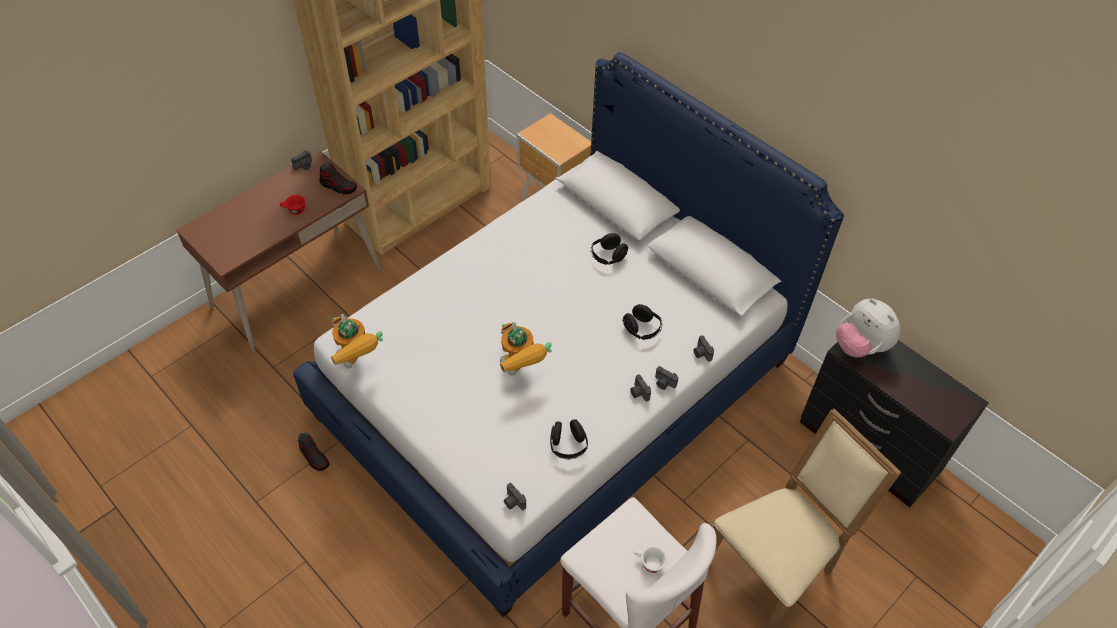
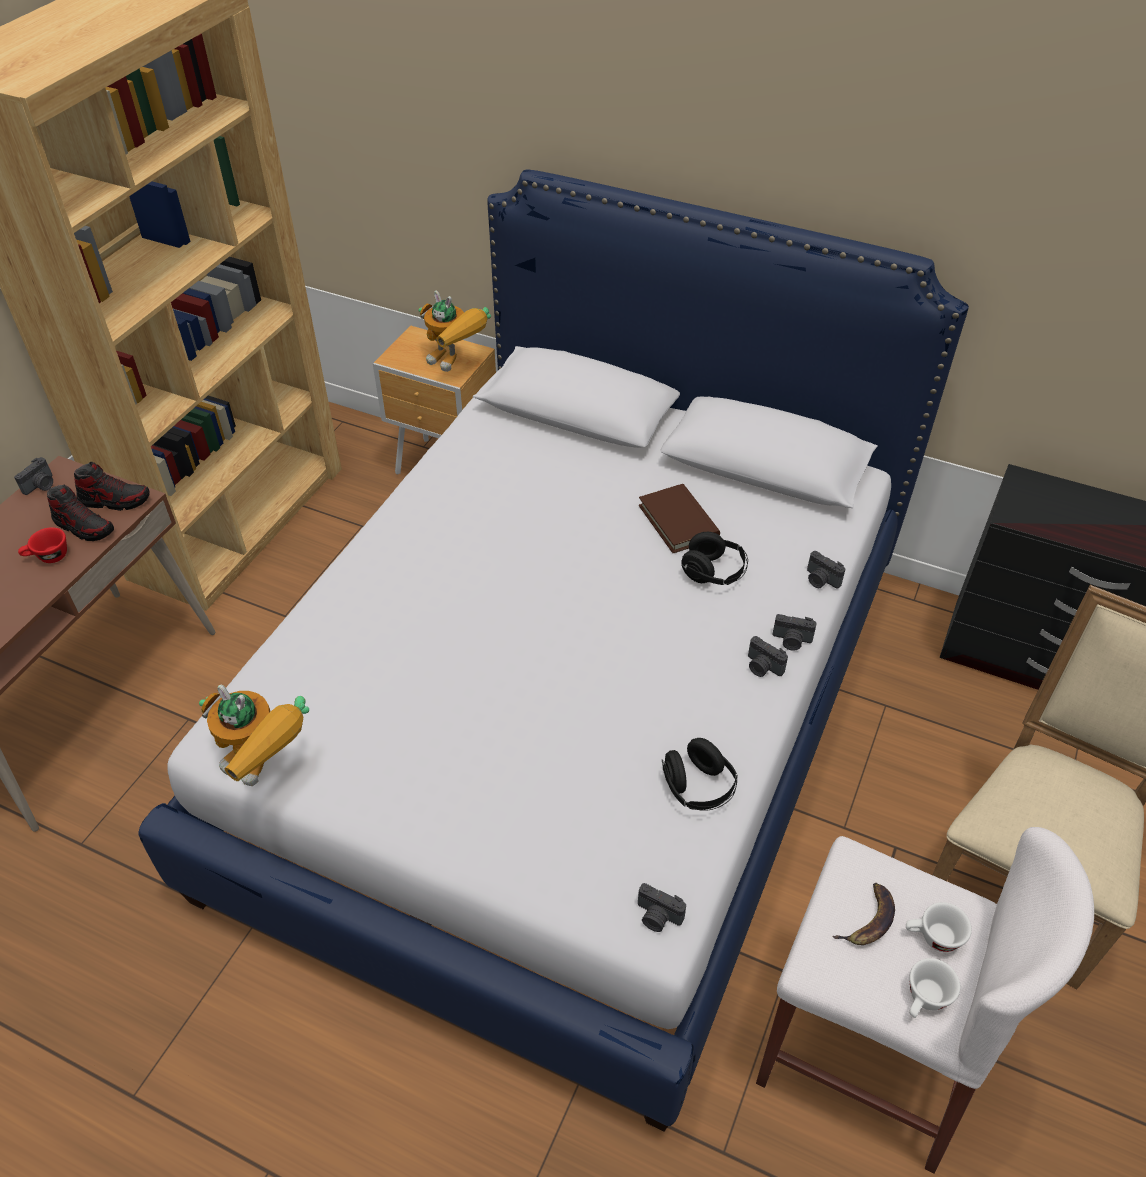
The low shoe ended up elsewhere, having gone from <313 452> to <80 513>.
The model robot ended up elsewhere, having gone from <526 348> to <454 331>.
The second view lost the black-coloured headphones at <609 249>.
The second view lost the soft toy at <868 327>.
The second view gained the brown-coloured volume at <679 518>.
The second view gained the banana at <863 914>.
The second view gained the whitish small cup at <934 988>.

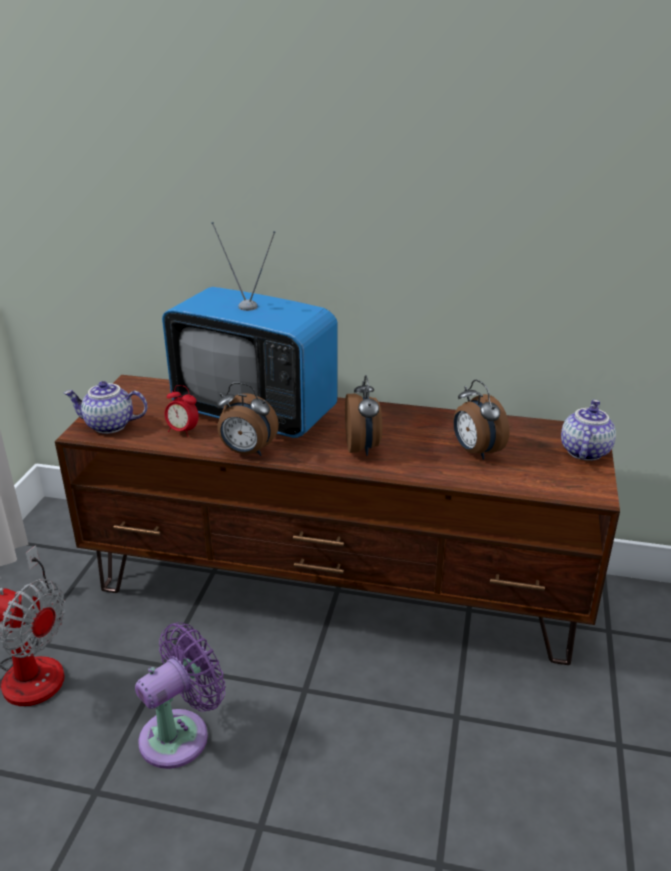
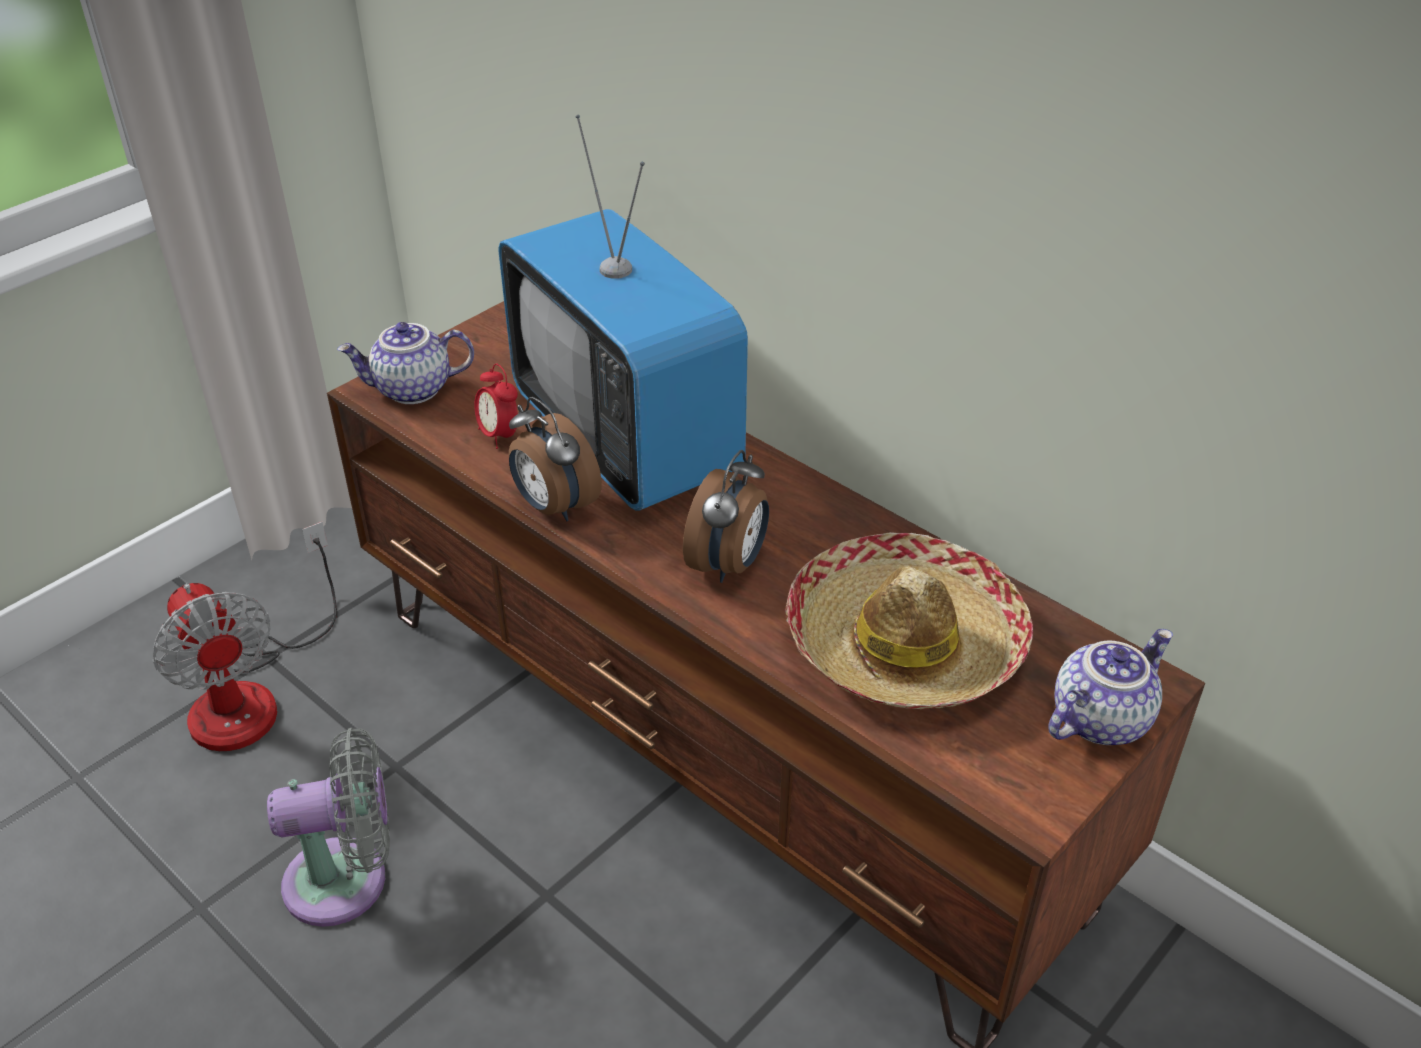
The teapot at <105 407> ended up facing another way, 45 degrees counterclockwise from before.
What was the purple cooling fan at <180 695> turned into the greyish cooling fan at <328 827>.
Where the alarm clock stood at <481 420>, the hat came to stand at <909 620>.

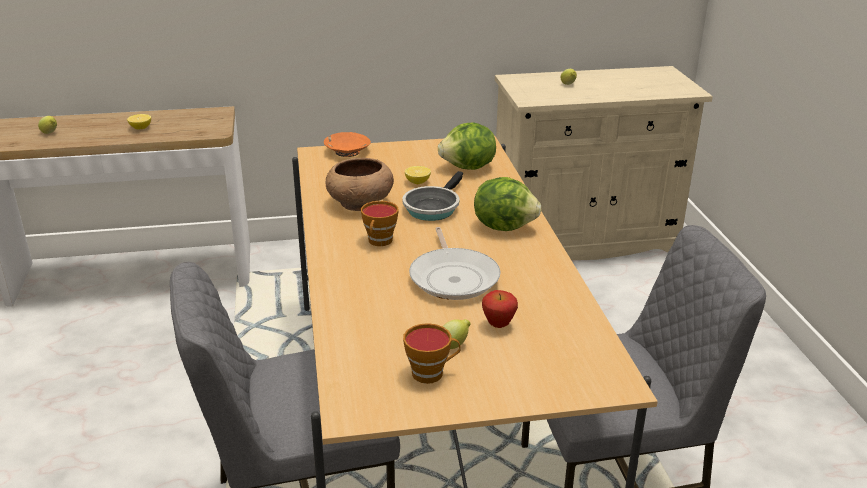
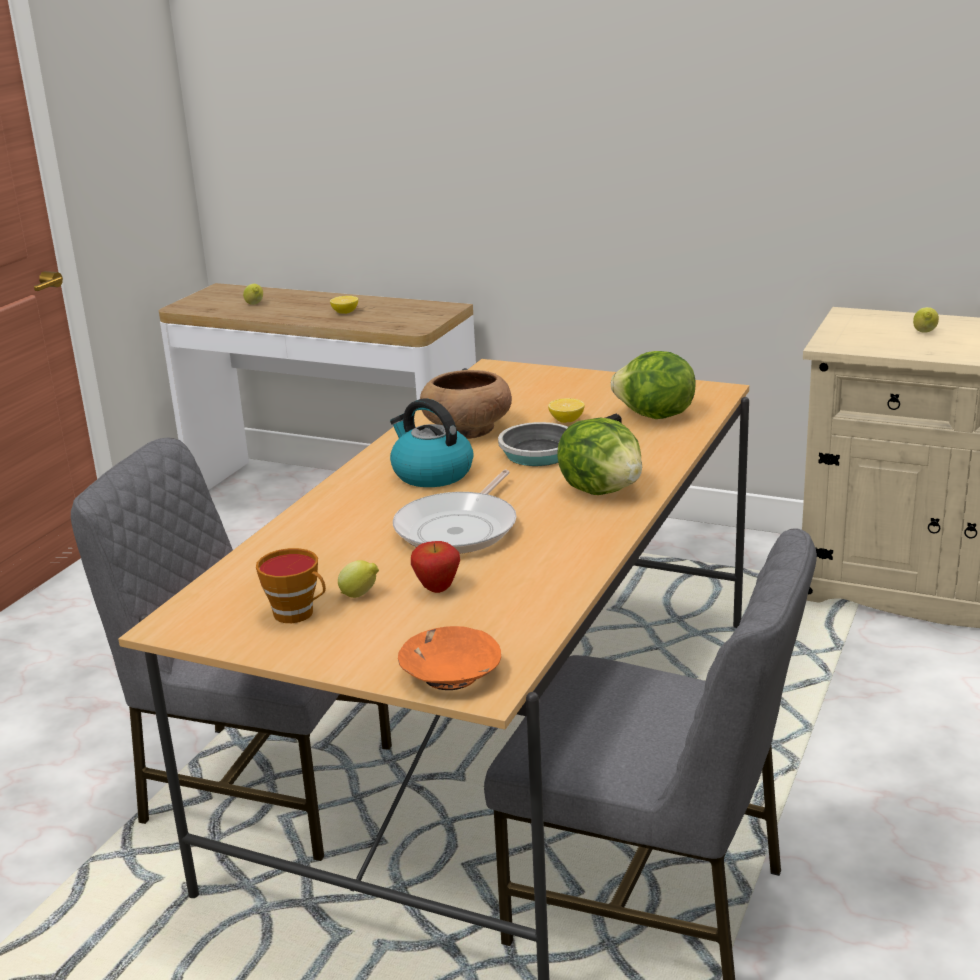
The orange-coloured deep dish ended up elsewhere, having gone from <347 144> to <449 658>.
Where the small cup stood at <380 223>, the kettle came to stand at <431 442>.

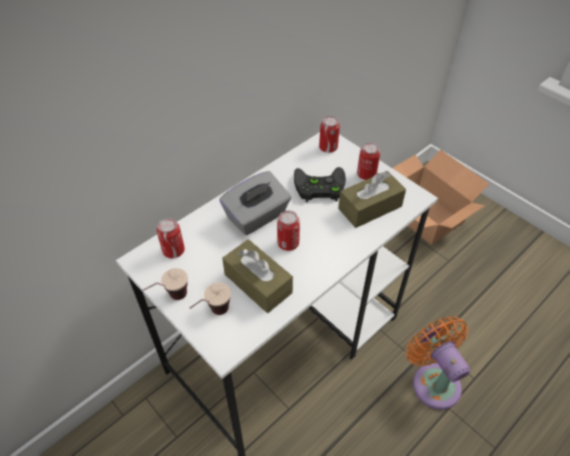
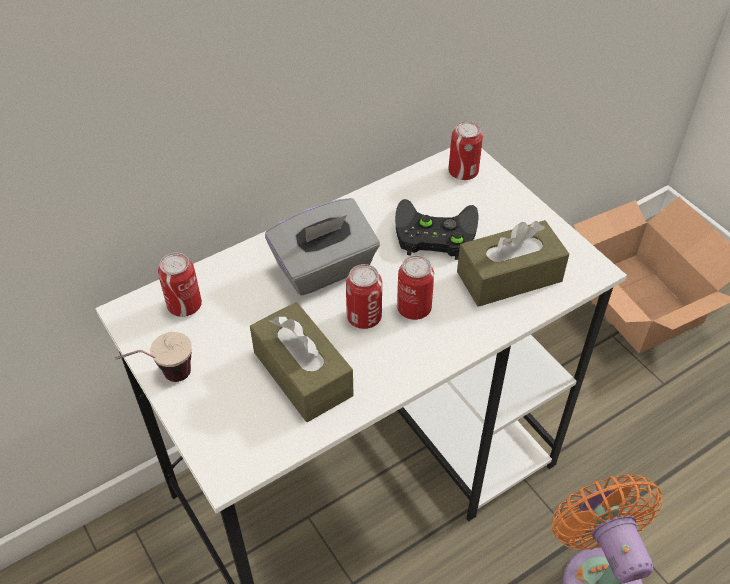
The second view lost the small cup at <210 299>.
The can ended up elsewhere, having gone from <368 161> to <415 287>.

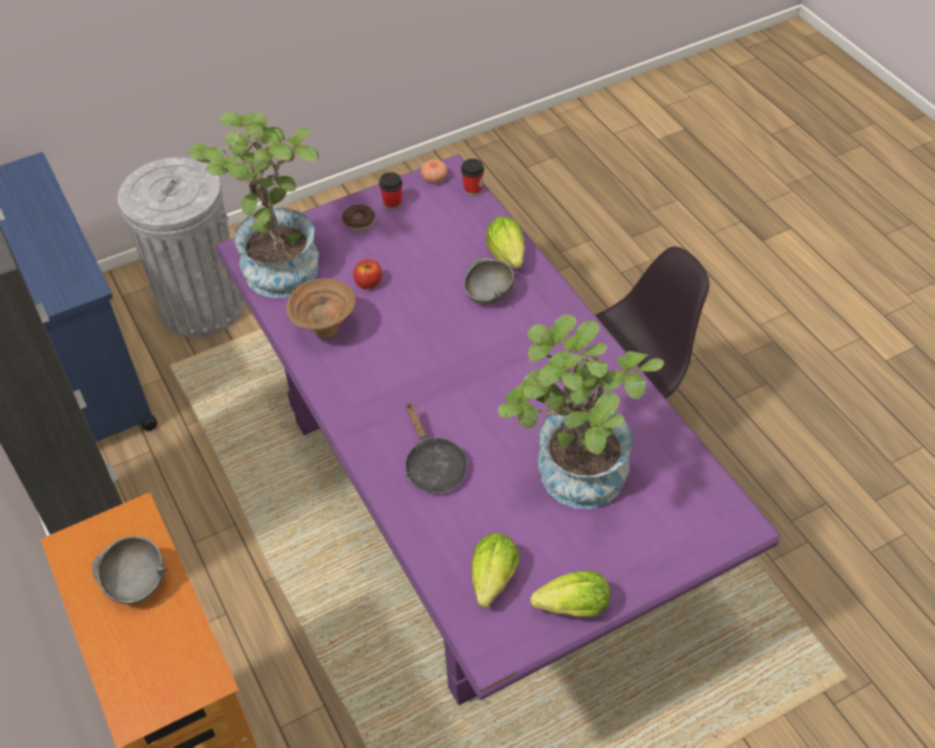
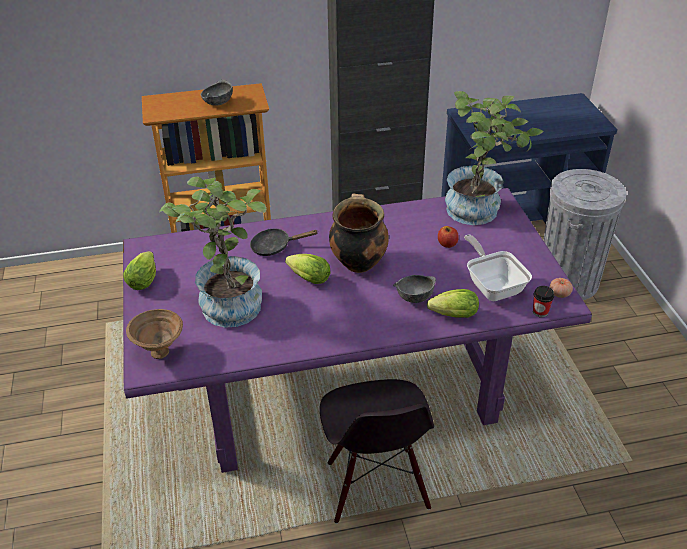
The brown-coloured deep dish ended up elsewhere, having gone from <320 308> to <154 334>.
The second view lost the doughnut at <358 218>.
The second view lost the small cup at <390 191>.
The head of lettuce ended up elsewhere, having gone from <495 570> to <308 269>.
The second view gained the saucepot at <359 233>.
The second view gained the frying pan at <498 268>.

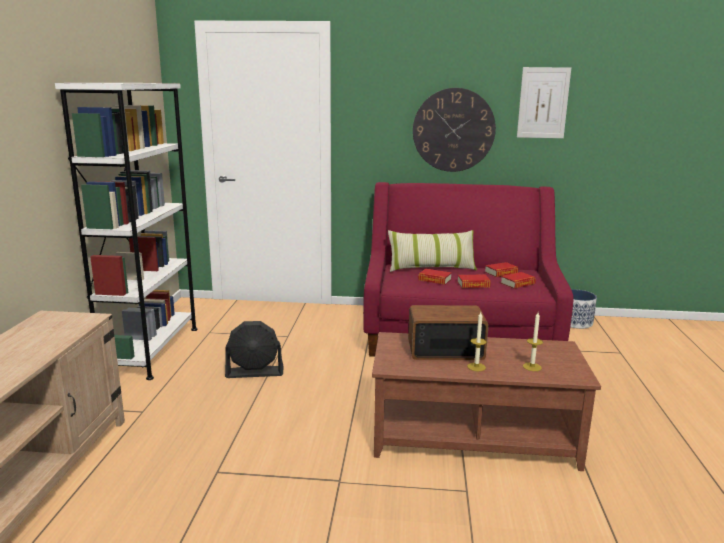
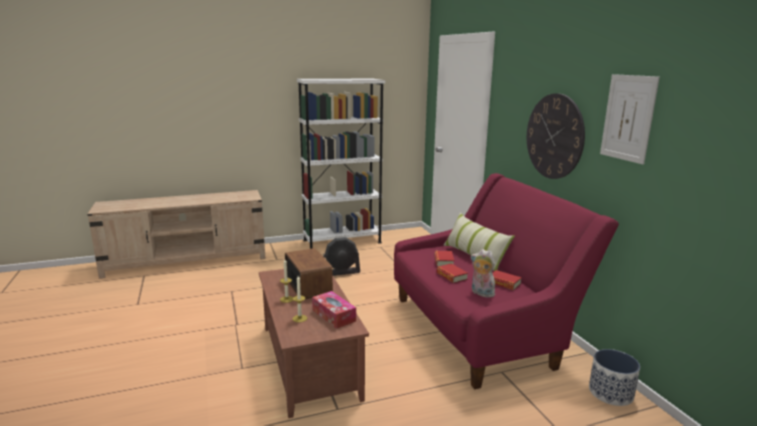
The black-coloured cooling fan at <254 349> ended up facing another way, 75 degrees counterclockwise from before.
Where the volume stood at <518 280>, the soft toy came to stand at <482 273>.
The second view gained the box of tissues at <334 310>.

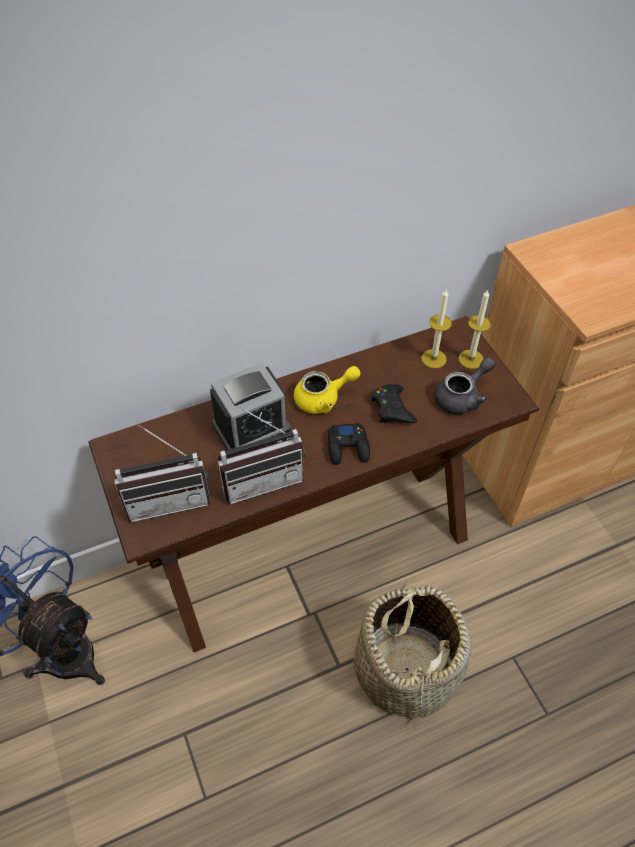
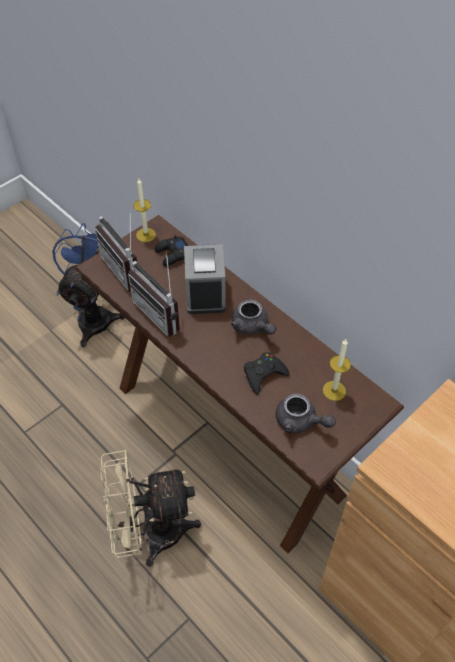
The alarm clock at <250 406> ended up facing another way, 45 degrees clockwise from before.
What was the yellowish teapot at <327 390> turned into the greyish teapot at <253 317>.
The black-coloured gamepad ended up elsewhere, having gone from <349 444> to <171 251>.
Where the household basket stood at <412 652>, the beige cooling fan came to stand at <150 508>.
The candle ended up elsewhere, having gone from <474 329> to <145 210>.

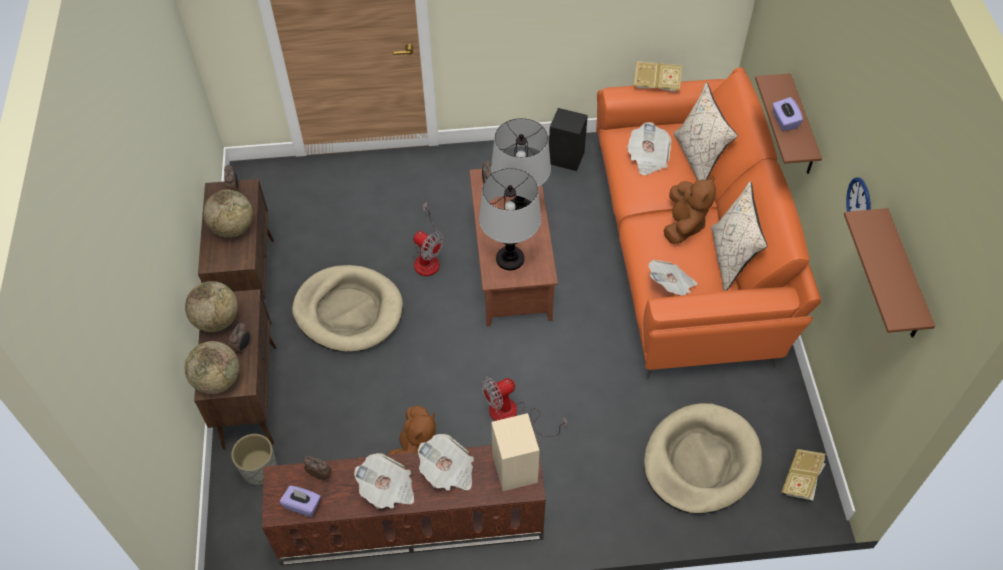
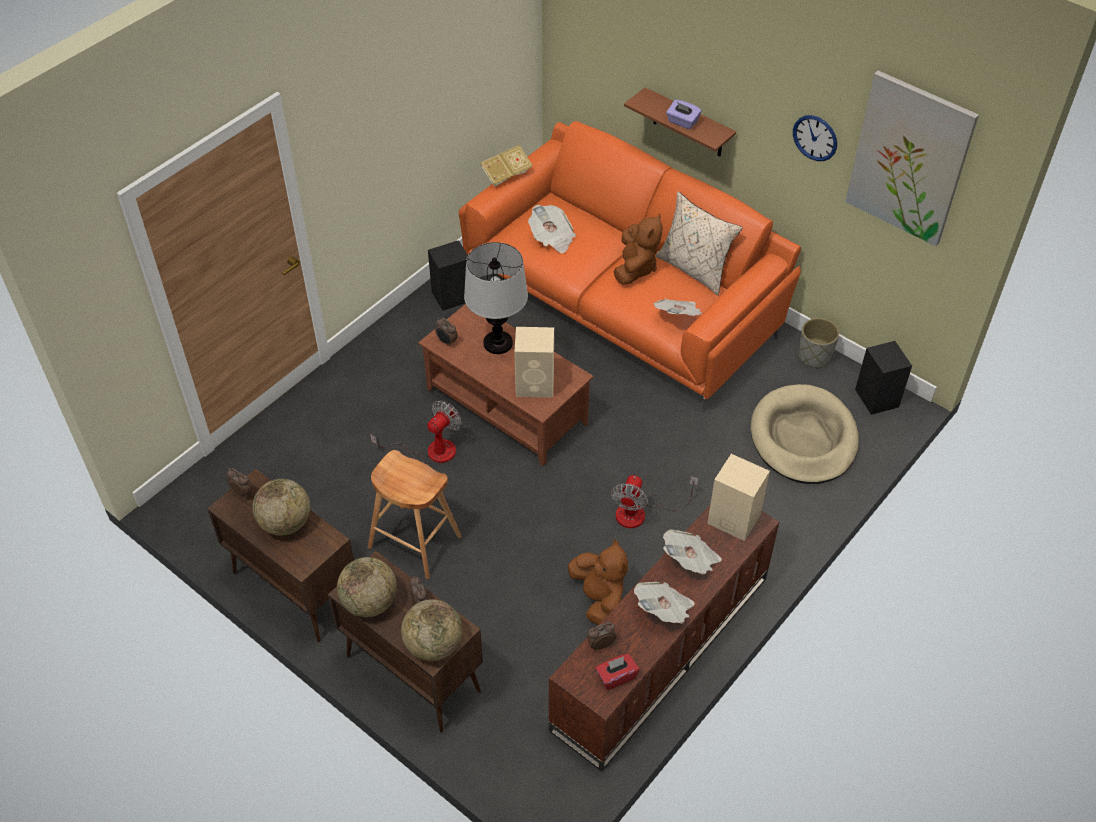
The greyish flower pot ended up elsewhere, having gone from <254 459> to <819 343>.
What was the purple box of tissues at <300 501> turned into the reddish box of tissues at <617 672>.
Where the beige dog cushion stood at <347 308>, the brown-coloured stool came to stand at <415 514>.
The cooling fan at <428 239> ended up facing another way, 45 degrees counterclockwise from before.
Where the lamp for a table stood at <510 219>, the beige speaker came to stand at <534 362>.
The brown-coloured soft toy at <689 210> ended up facing another way, 45 degrees clockwise from before.
The second view lost the beige cushion at <706 131>.
Where the volume stood at <803 474>, the black-coloured speaker came to stand at <883 378>.
Where the brown-coloured shelf hung at <889 272>, the wall picture came to hang at <912 158>.

